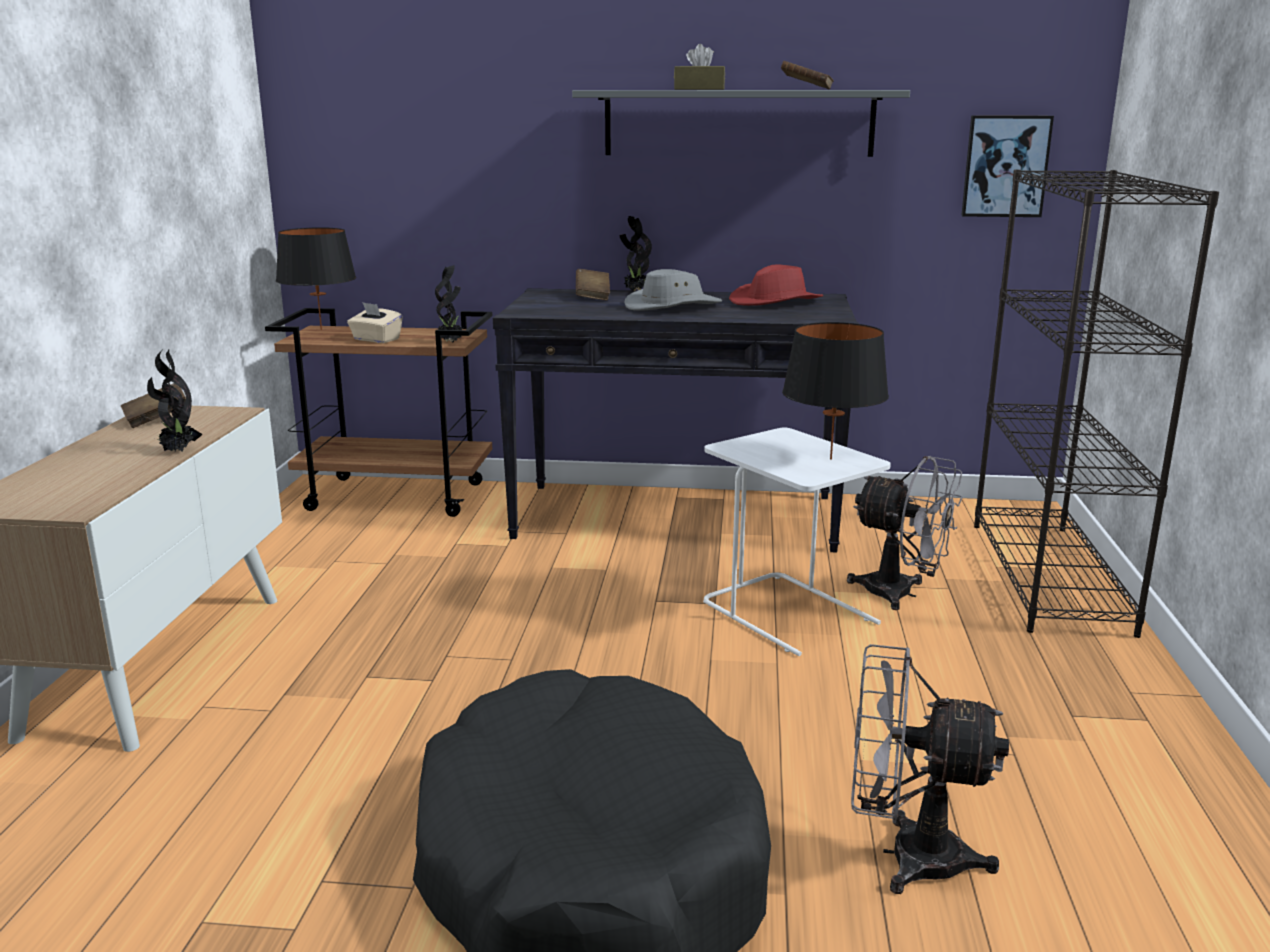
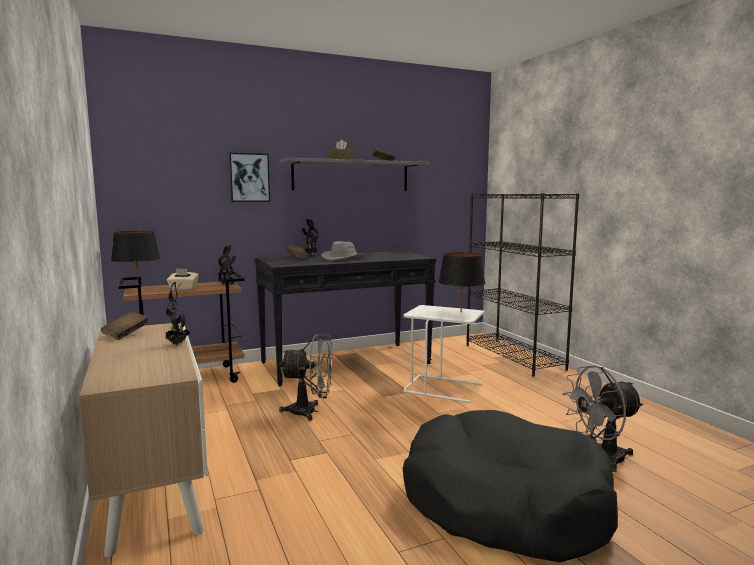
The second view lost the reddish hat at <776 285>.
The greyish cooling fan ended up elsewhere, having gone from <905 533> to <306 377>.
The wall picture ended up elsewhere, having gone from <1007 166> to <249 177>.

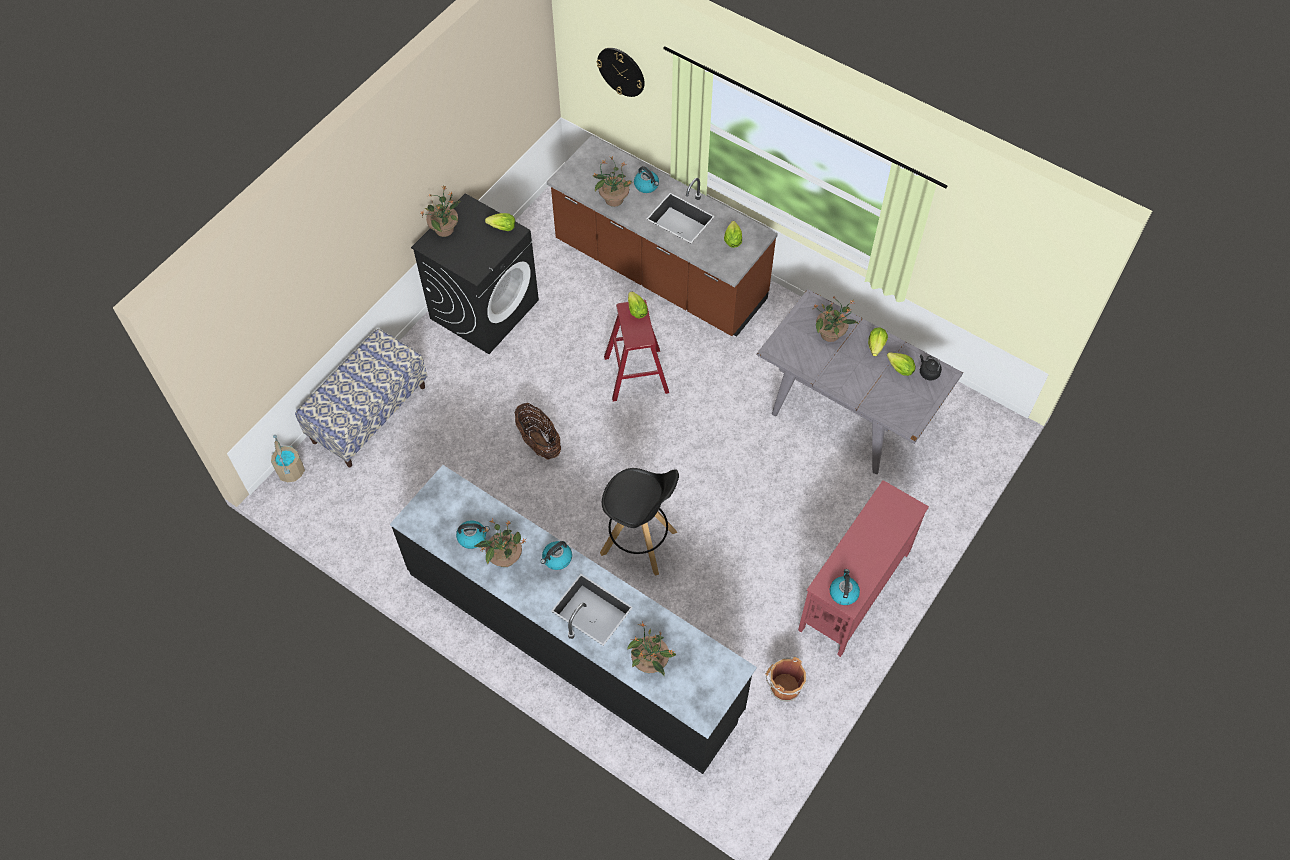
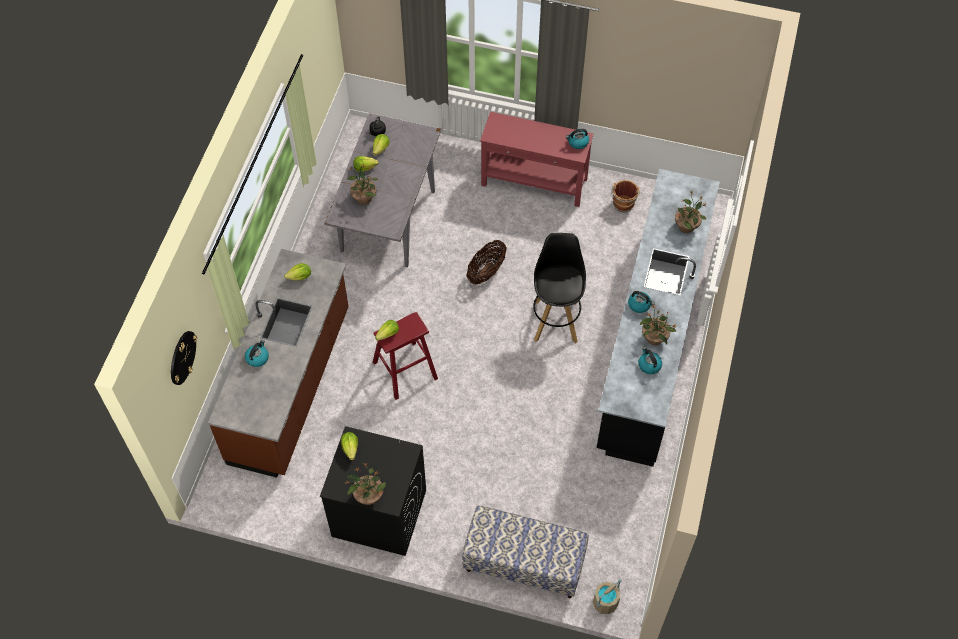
The household basket ended up elsewhere, having gone from <538 431> to <486 262>.
The second view lost the houseplant at <613 182>.

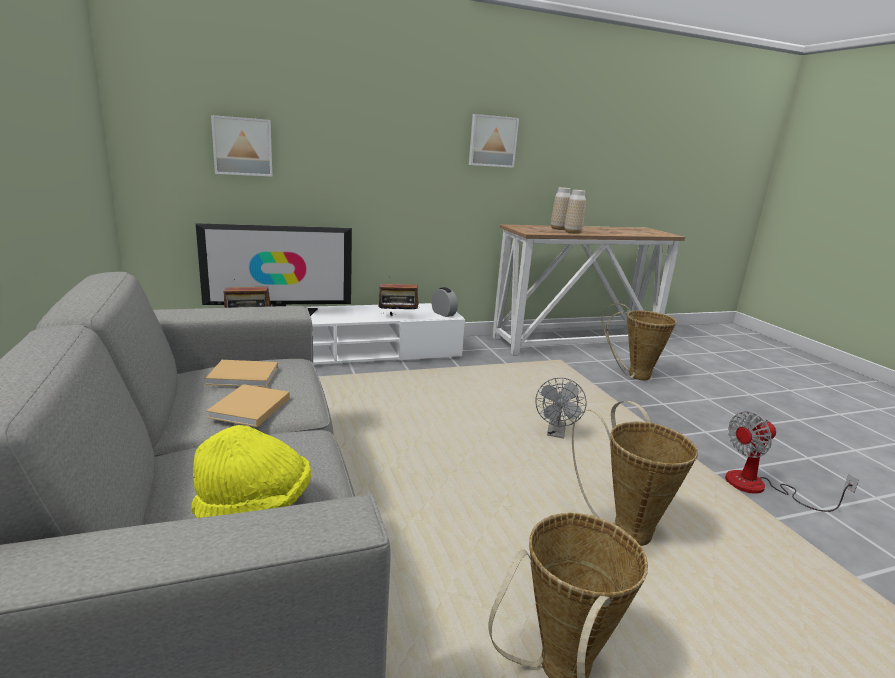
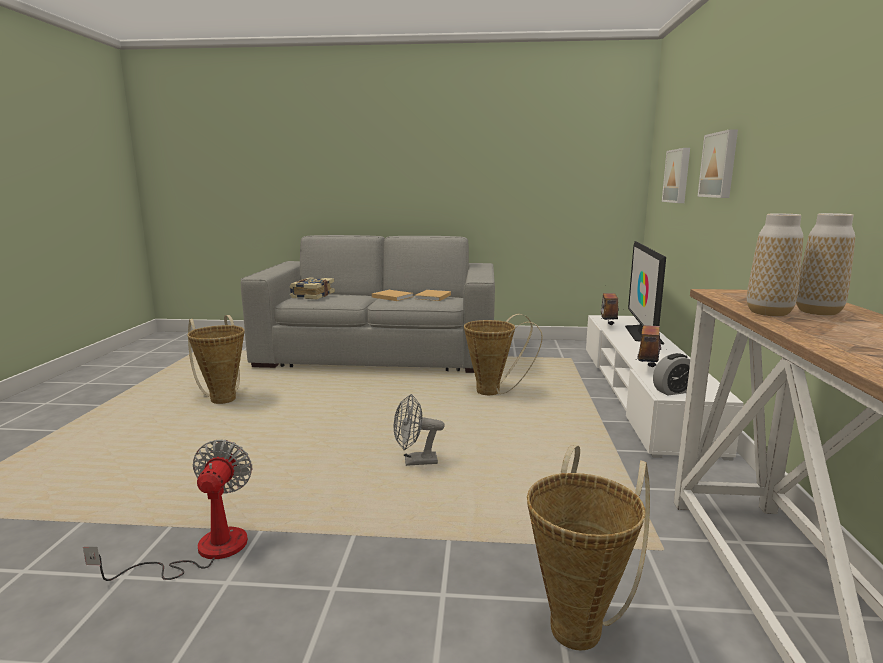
Where the yellowish hat stood at <251 471>, the volume came to stand at <312 288>.
The wall picture ended up elsewhere, having gone from <494 141> to <717 163>.
The greyish cooling fan at <561 408> ended up facing another way, 45 degrees counterclockwise from before.
The household basket ended up elsewhere, having gone from <635 473> to <503 354>.

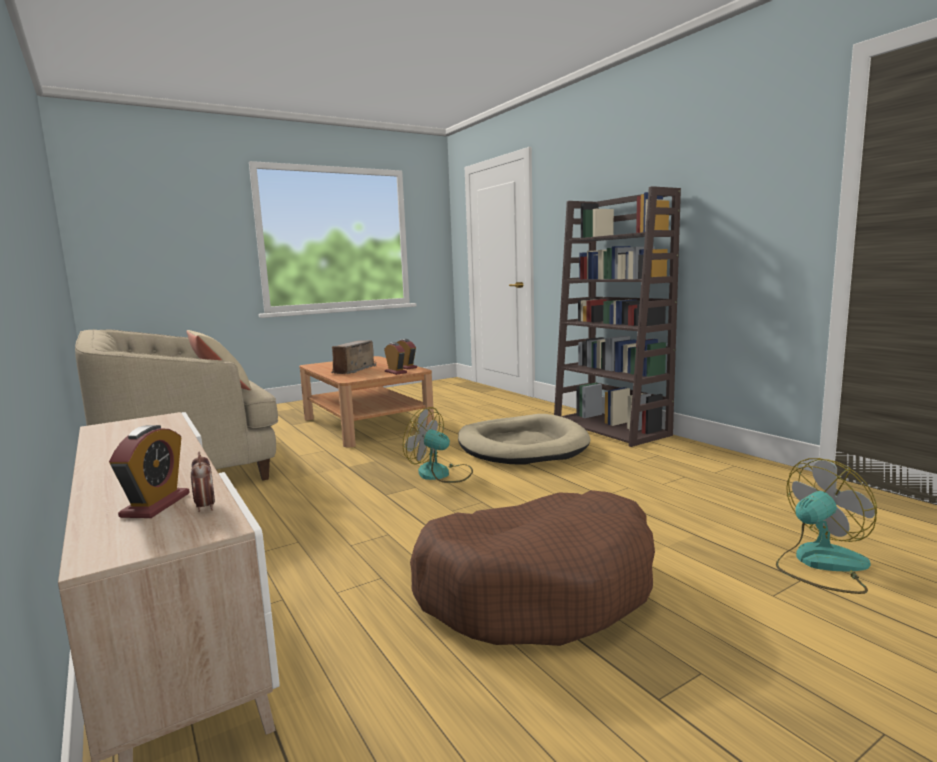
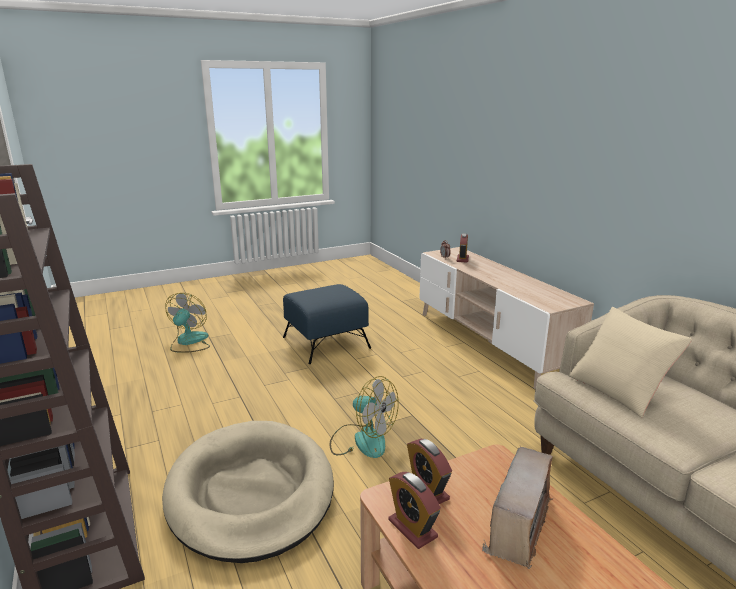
Where the brown-coloured dog cushion stood at <532 568>, the blue pouffe came to stand at <327 324>.
The cooling fan at <826 526> ended up facing another way, 120 degrees clockwise from before.

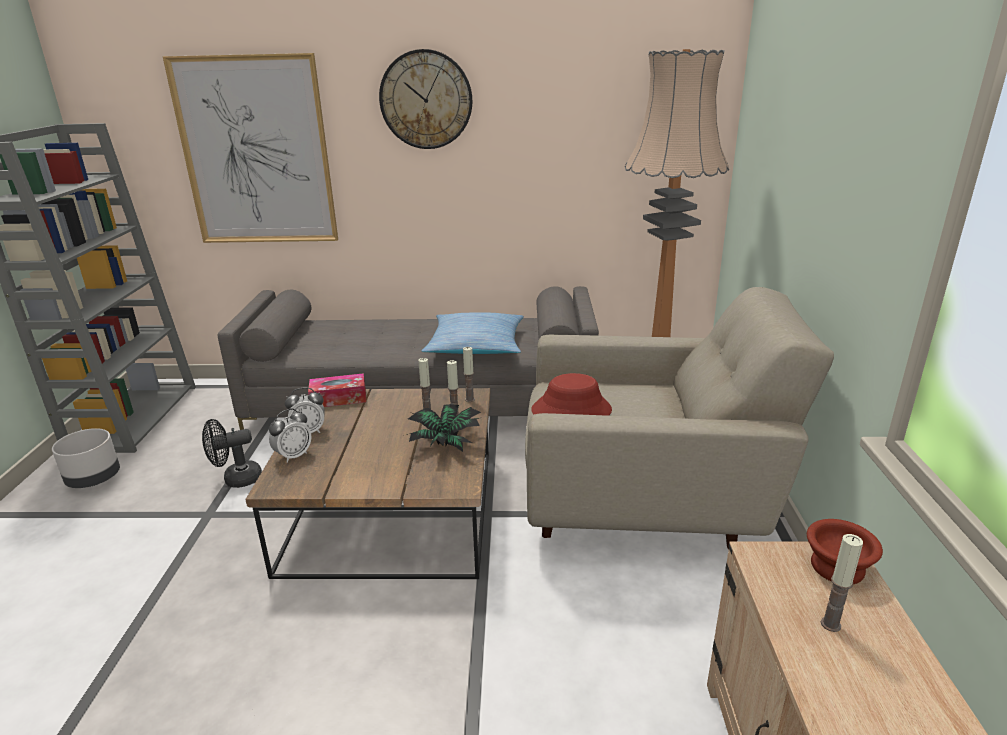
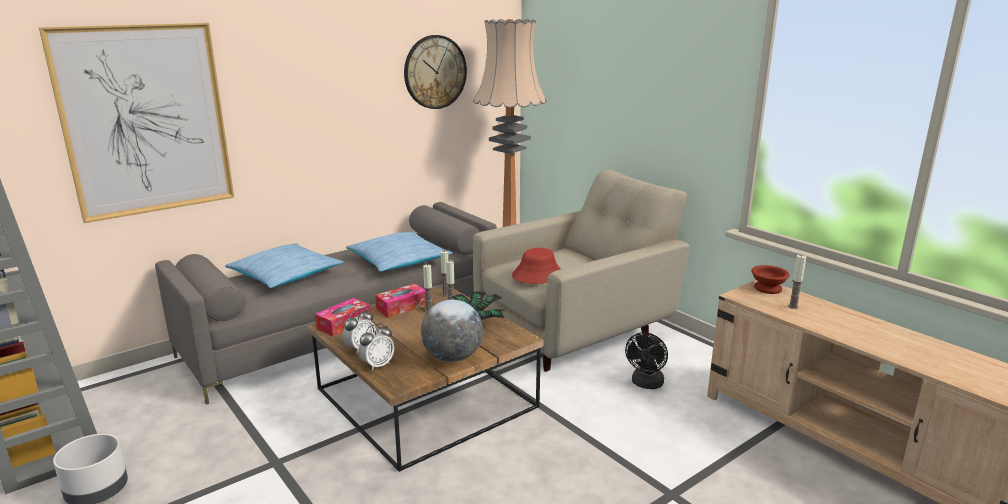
The black-coloured cooling fan ended up elsewhere, having gone from <232 453> to <646 360>.
The alarm clock at <290 436> ended up facing another way, 45 degrees clockwise from before.
The clock on the wall ended up elsewhere, having gone from <425 99> to <435 72>.
The second view gained the cushion at <284 265>.
The second view gained the box of tissues at <400 301>.
The second view gained the world globe at <452 330>.

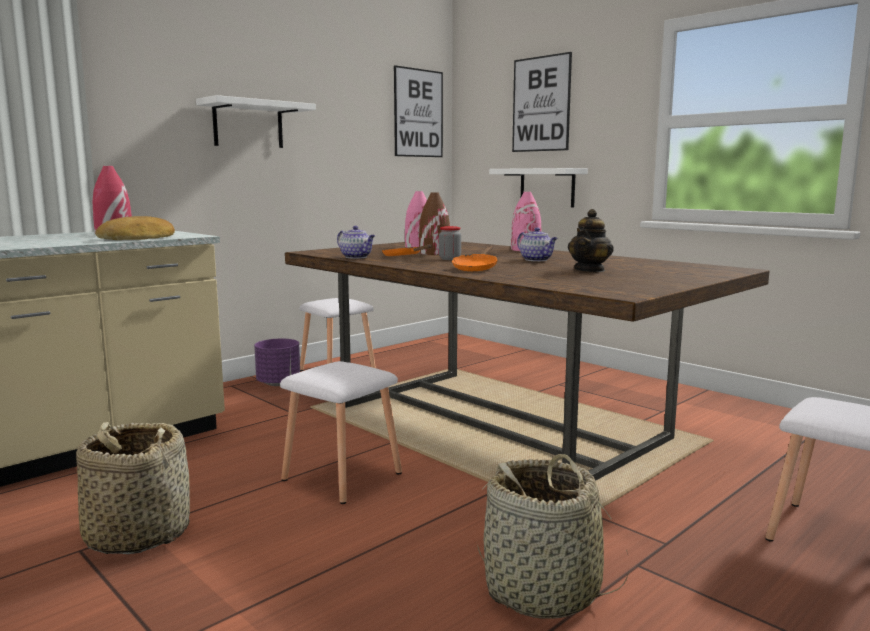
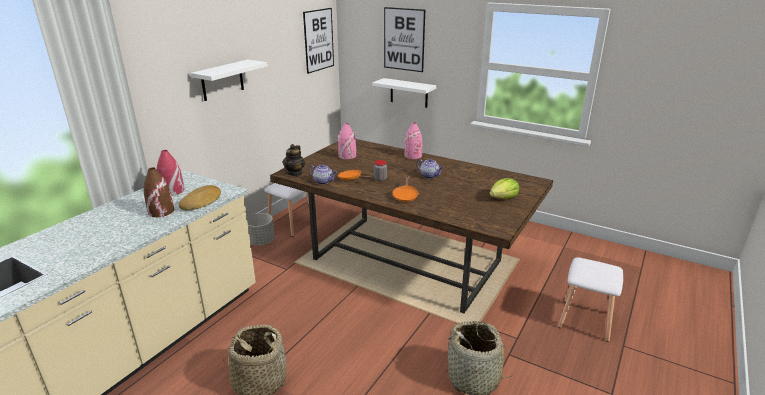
What was the purple flower pot at <277 362> turned into the greyish flower pot at <261 229>.
The second view lost the whitish stool at <341 432>.
The brown-coloured flower vase ended up elsewhere, having gone from <434 223> to <159 192>.
The teapot ended up elsewhere, having gone from <591 240> to <294 160>.
The second view gained the head of lettuce at <504 188>.

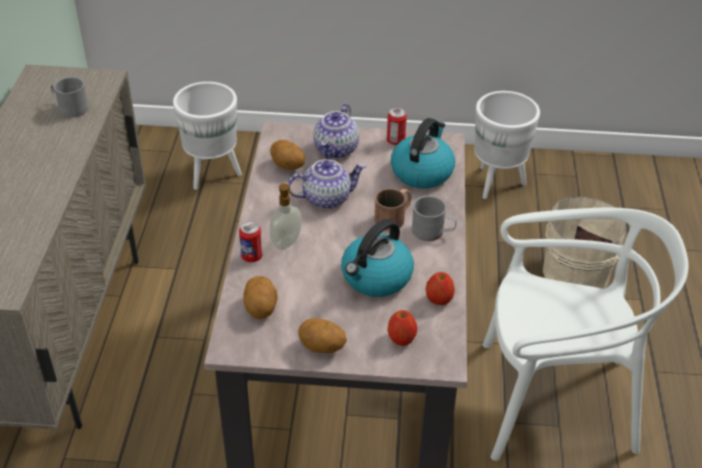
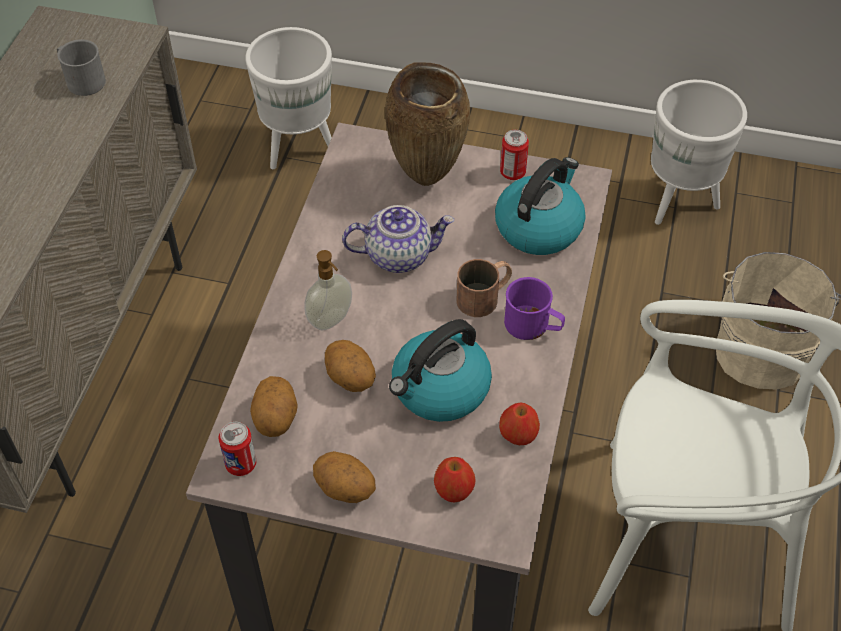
The can ended up elsewhere, having gone from <251 241> to <237 449>.
The spud ended up elsewhere, having gone from <288 155> to <350 366>.
Where the teapot stood at <336 130>, the brown-coloured flower vase came to stand at <427 124>.
What was the greyish mug at <434 218> turned into the purple mug at <534 308>.

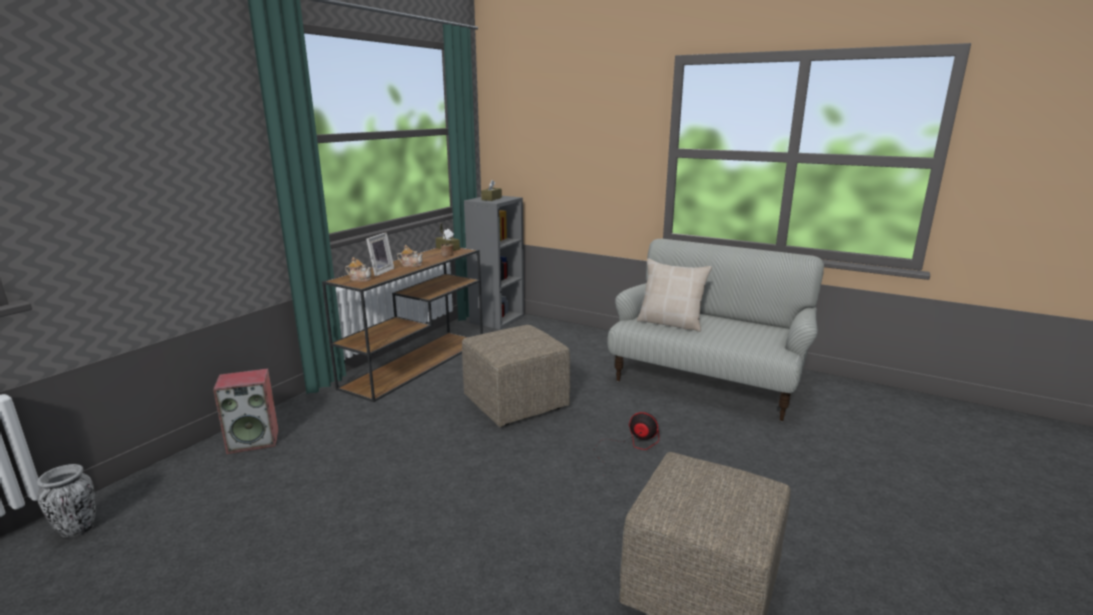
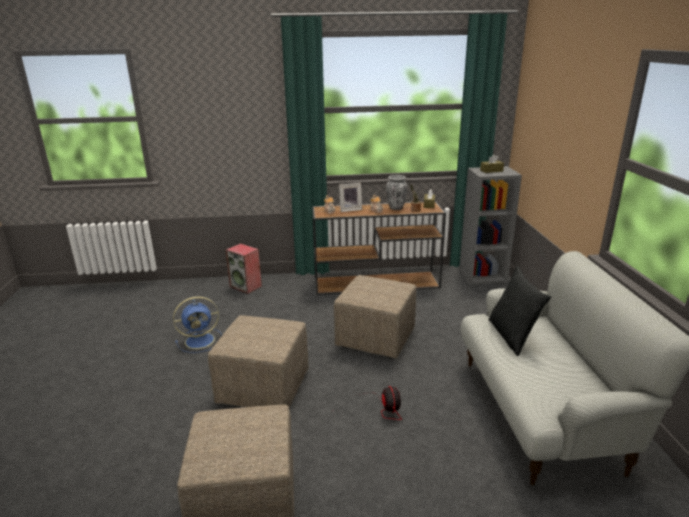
The flower vase ended up elsewhere, having gone from <66 501> to <396 192>.
What was the beige cushion at <674 295> turned into the black-coloured cushion at <519 311>.
The second view gained the blue cooling fan at <197 325>.
The second view gained the beige pouffe at <258 361>.

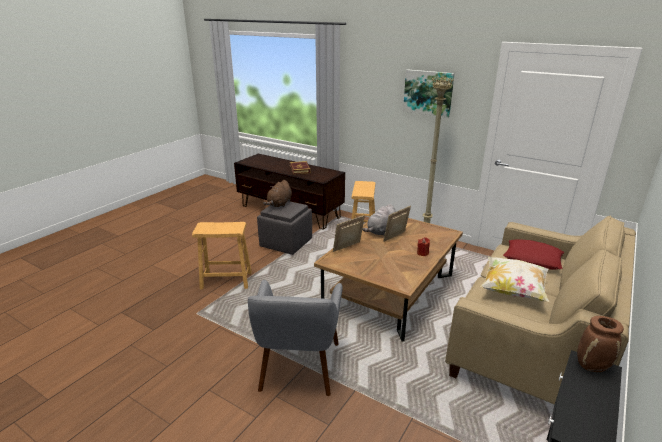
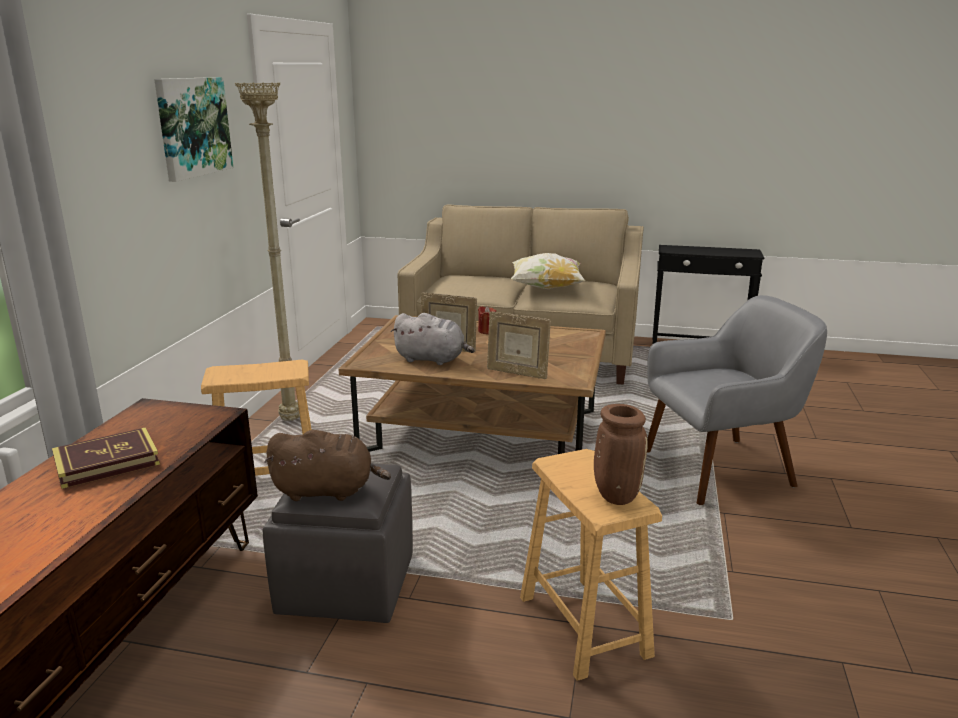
The second view lost the reddish cushion at <533 254>.
The brown-coloured flower vase ended up elsewhere, having gone from <600 344> to <621 454>.

